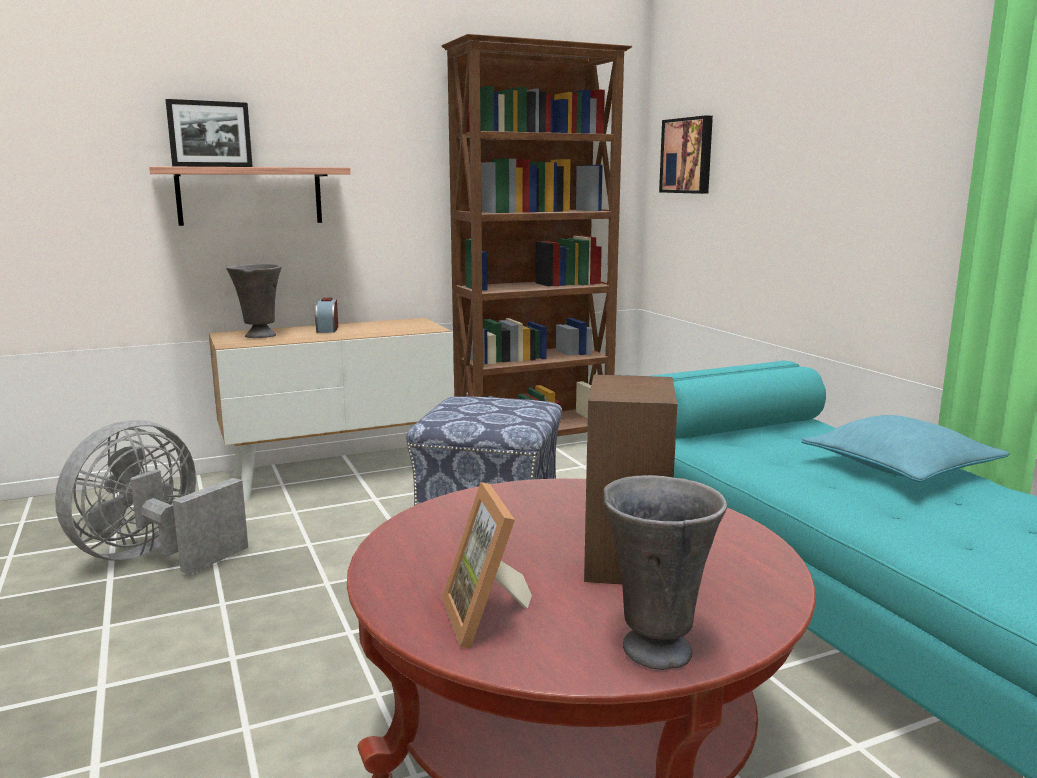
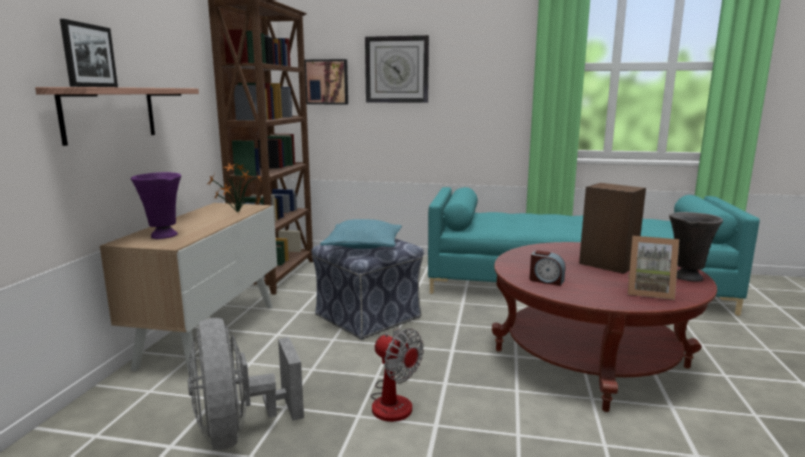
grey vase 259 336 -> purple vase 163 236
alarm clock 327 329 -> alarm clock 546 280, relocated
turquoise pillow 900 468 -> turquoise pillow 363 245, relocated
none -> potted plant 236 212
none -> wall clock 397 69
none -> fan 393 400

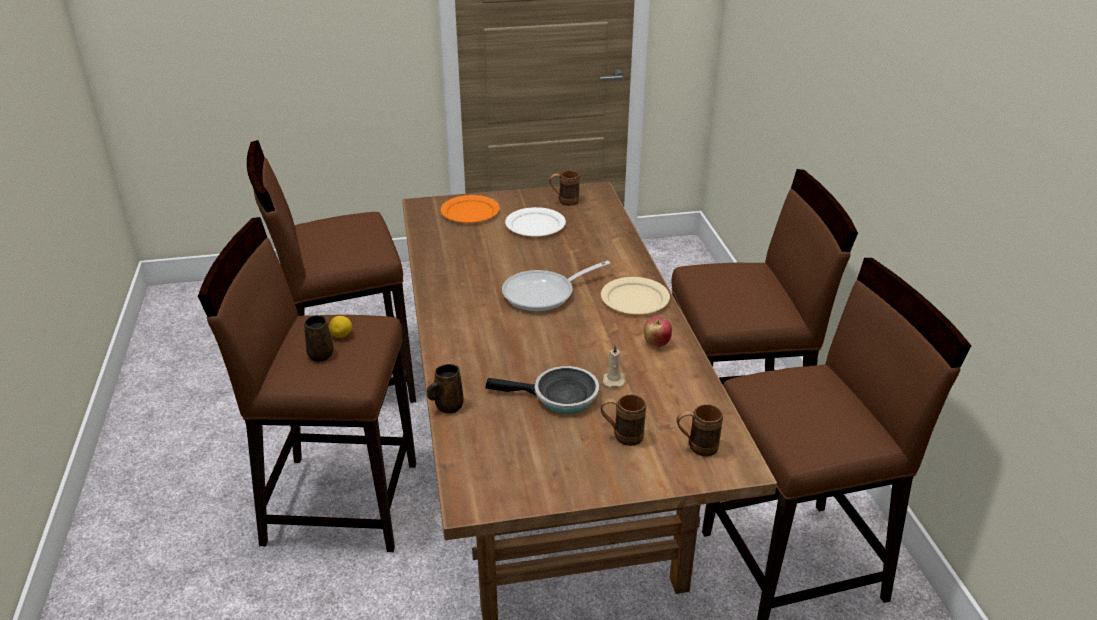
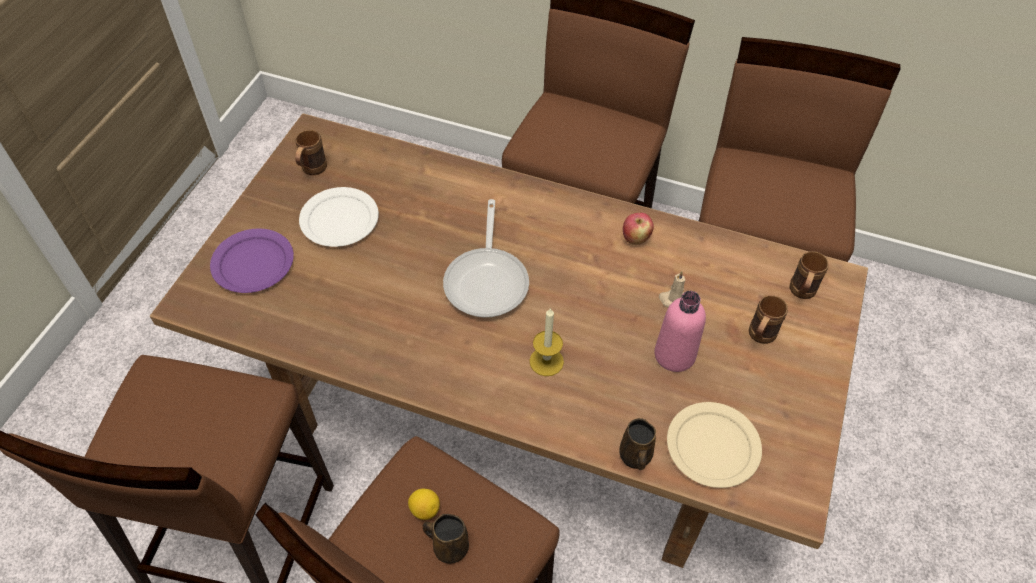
orange plate 469 212 -> purple plate 252 263
frying pan 559 397 -> pink bottle 674 355
beige plate 634 298 -> beige plate 712 446, relocated
none -> candle 546 361

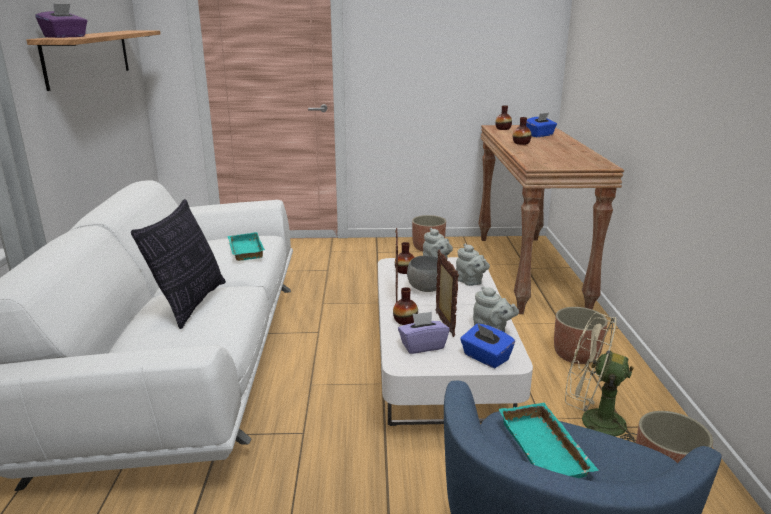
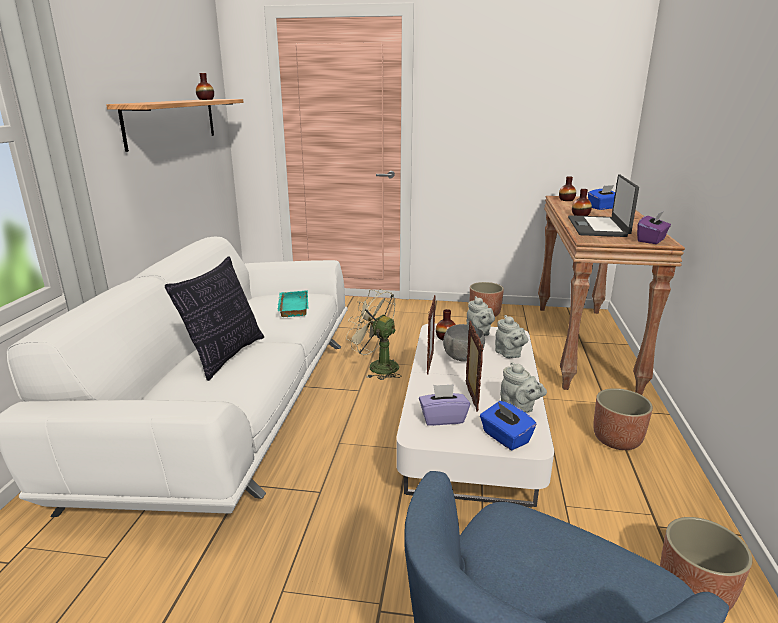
purple tissue box 65 37 -> purple tissue box 651 240, relocated
vase 405 321 -> vase 205 99, relocated
turquoise tray 547 449 -> none
beige fan 592 422 -> beige fan 377 366, relocated
none -> laptop 598 227

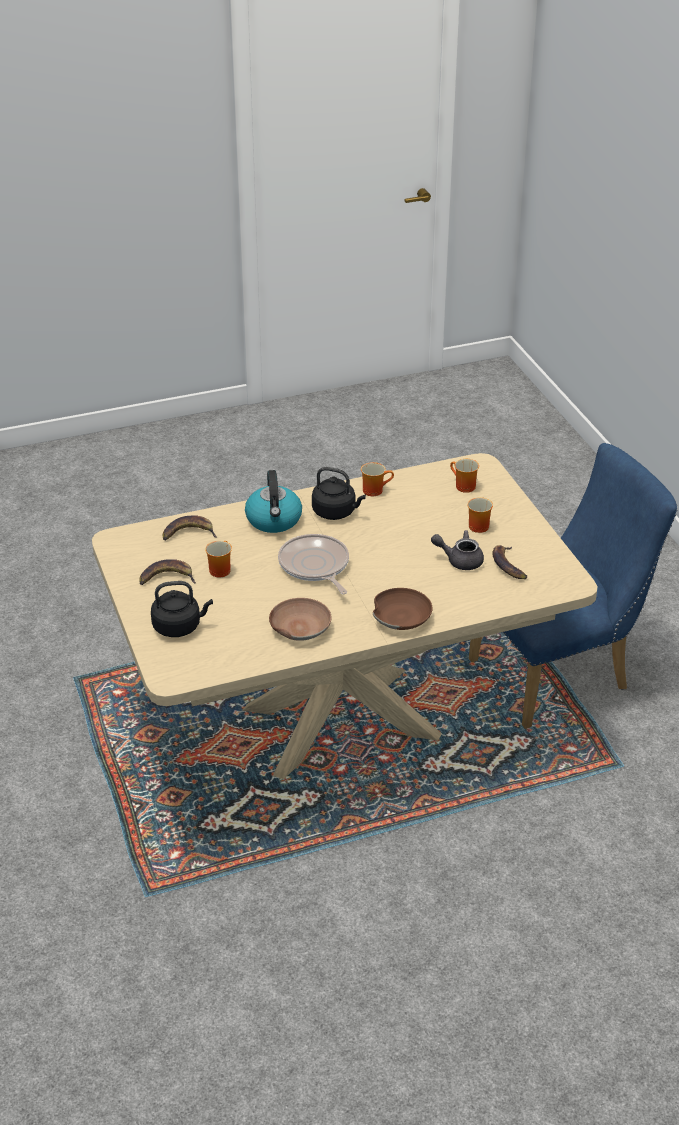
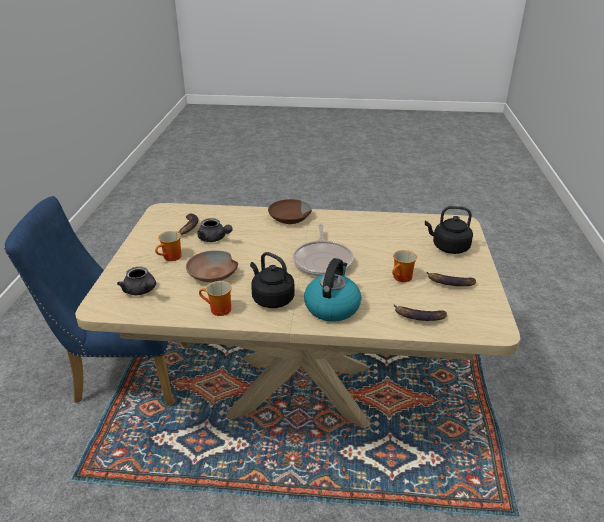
brown bowl 299 627 -> brown bowl 213 274, relocated
mug 462 486 -> grey teapot 141 291

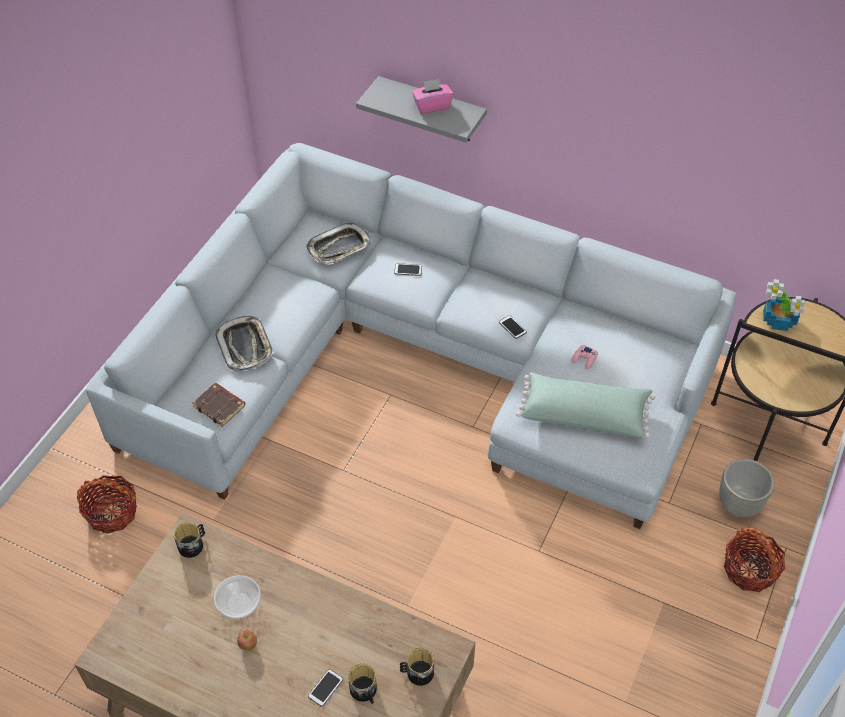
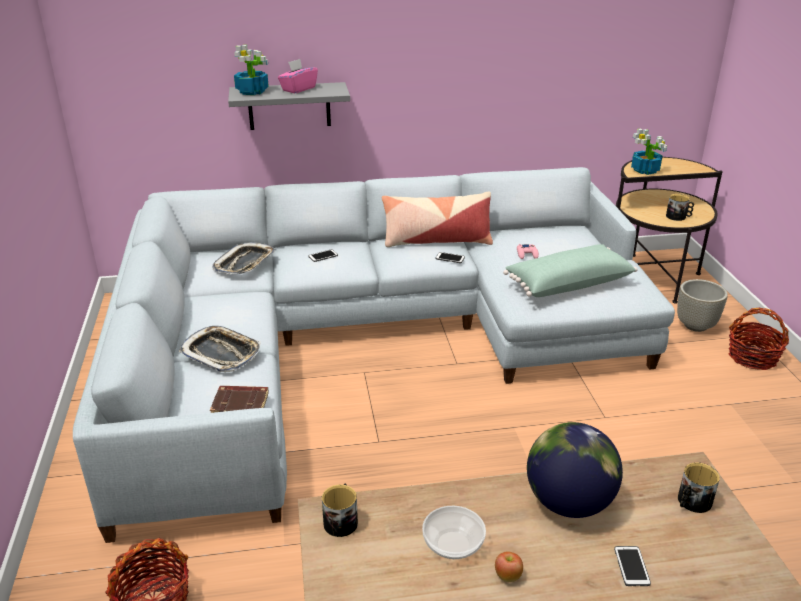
mug 365 691 -> mug 678 217, relocated
none -> potted plant 253 91
none -> pillow 436 240
none -> globe 568 502

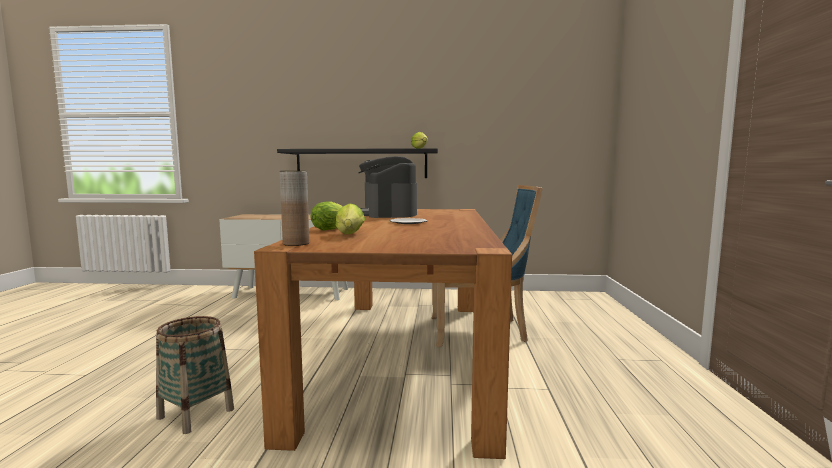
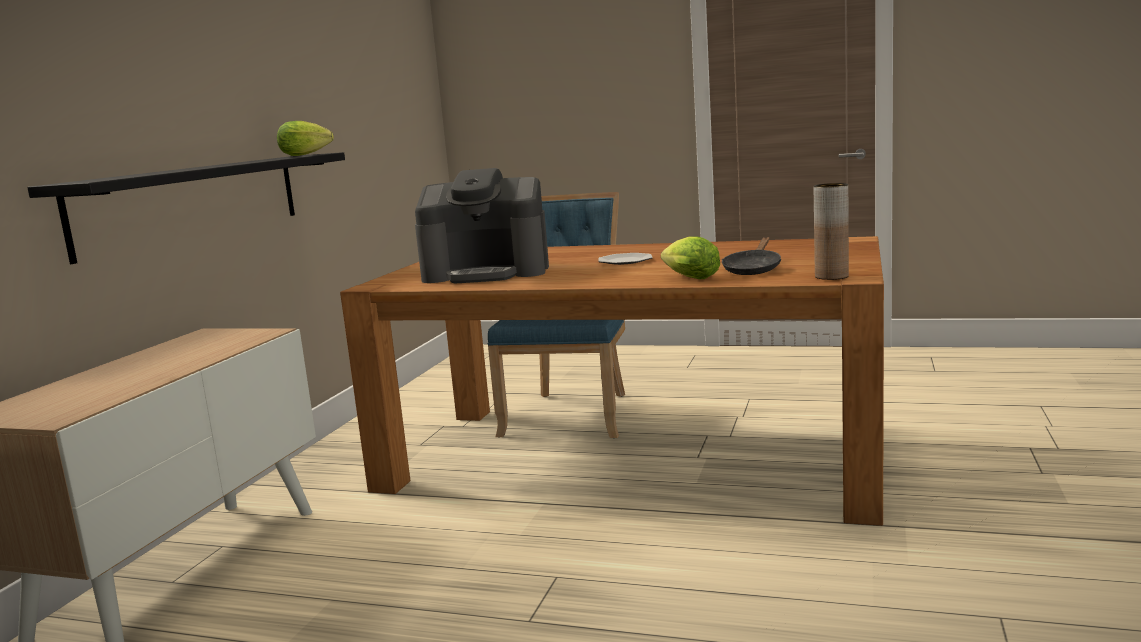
basket 195 414 -> none
lettuce 350 235 -> black frying pan 753 269

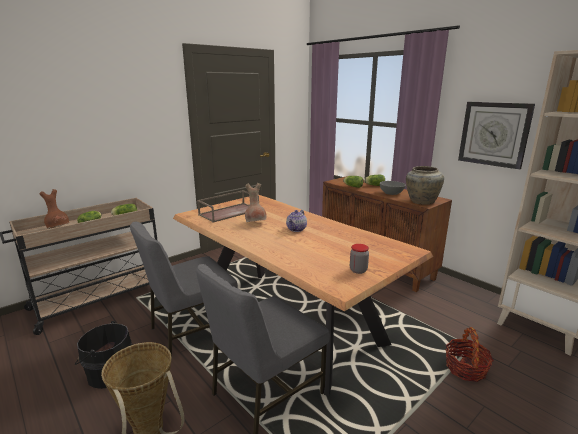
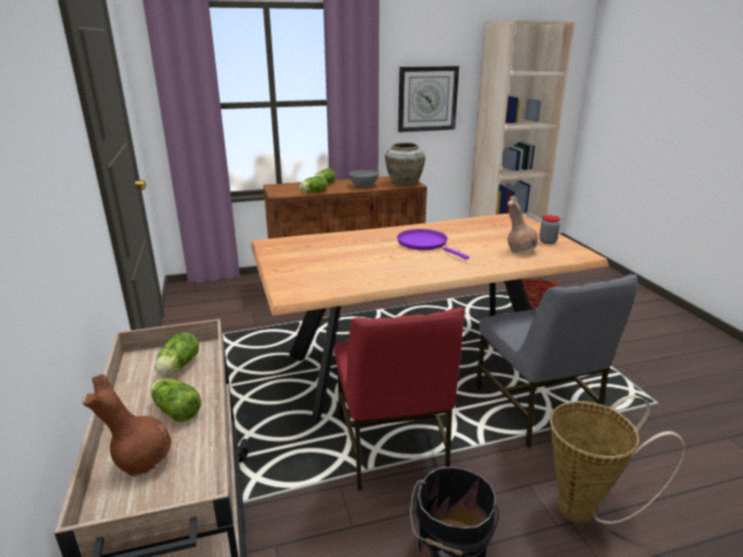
grey chair 191 331 -> red chair 392 447
brown tray 229 212 -> none
brown vase 256 223 -> brown vase 520 250, relocated
teapot 297 229 -> purple frying pan 425 244

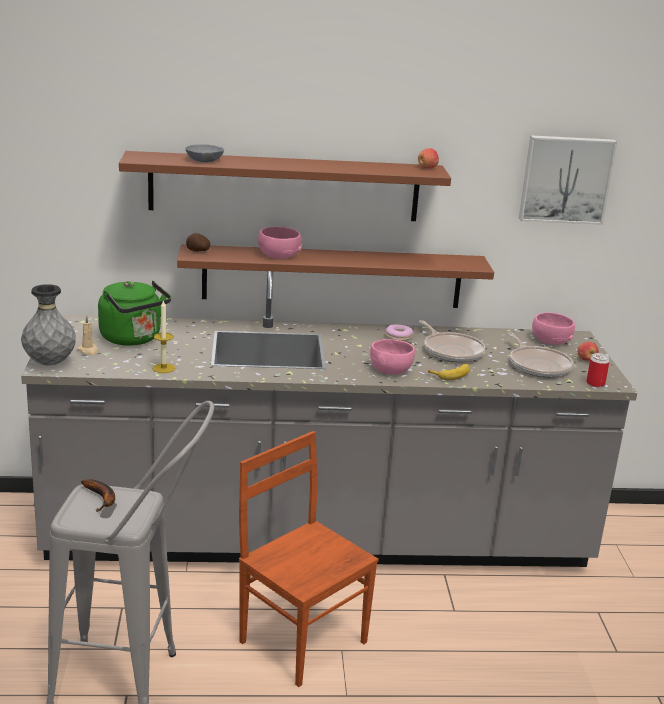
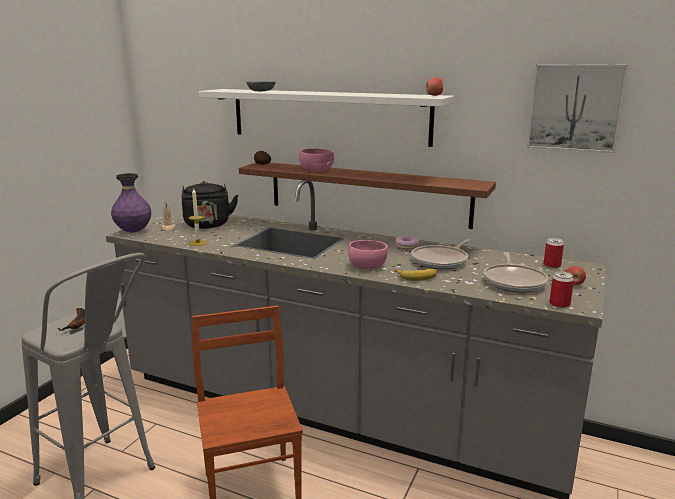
grey vase 49 363 -> purple vase 133 231
green kettle 133 339 -> black kettle 208 225
brown shelf 284 186 -> white shelf 328 116
frying pan 451 351 -> frying pan 441 261, 45 degrees clockwise
pink bowl 550 340 -> can 552 266

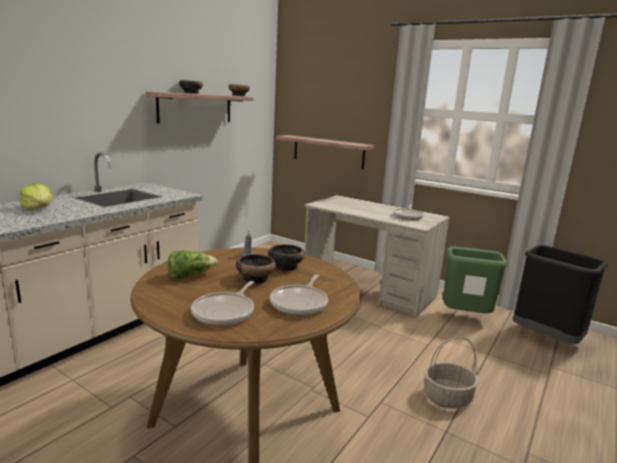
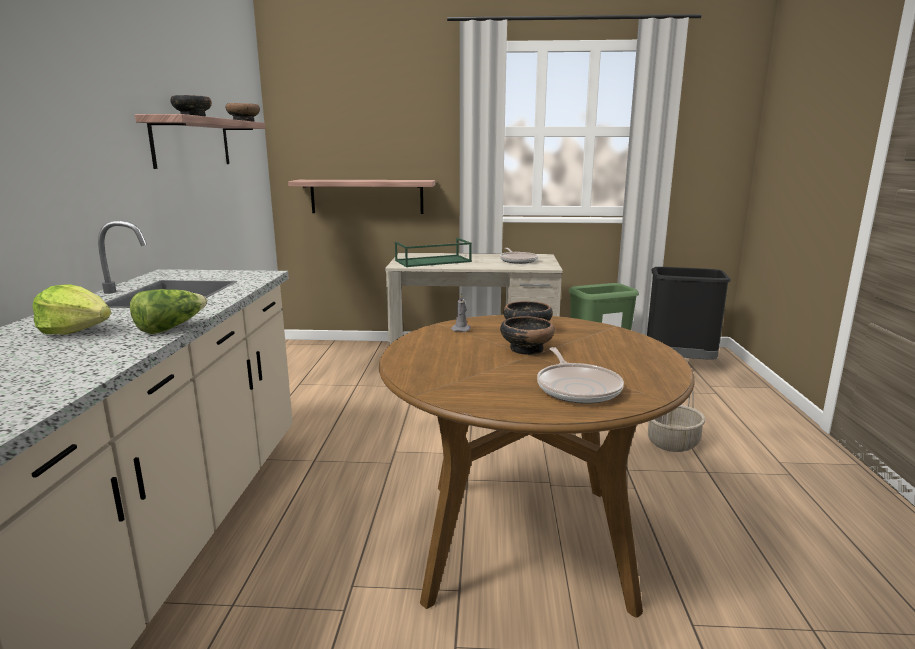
lettuce 190 276 -> lettuce 171 328, relocated
frying pan 300 303 -> none
none -> green tray 432 261

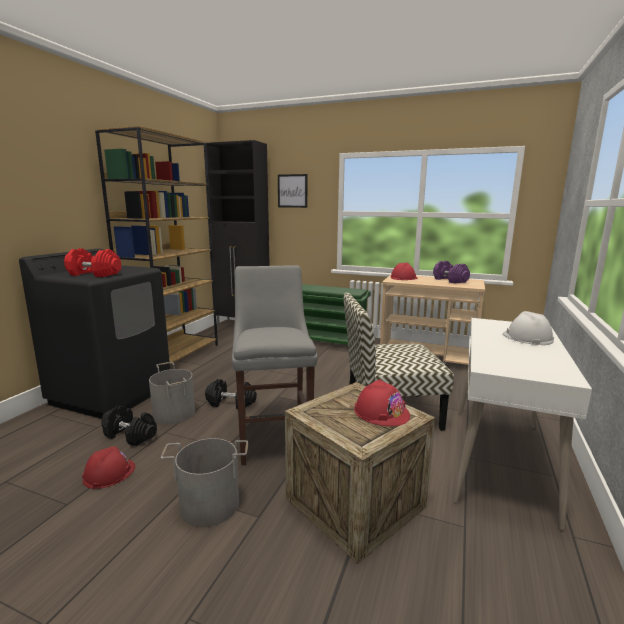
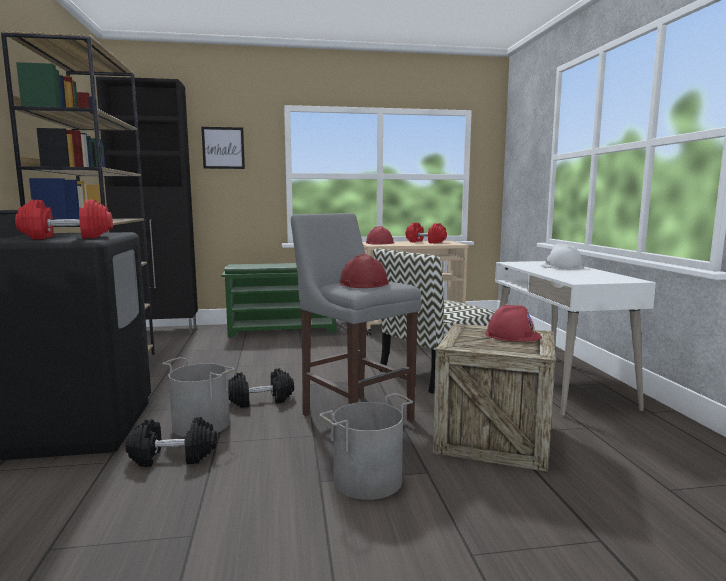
red hard hat 109 473 -> red hard hat 363 283, relocated
purple dumbbell 449 280 -> red dumbbell 425 242

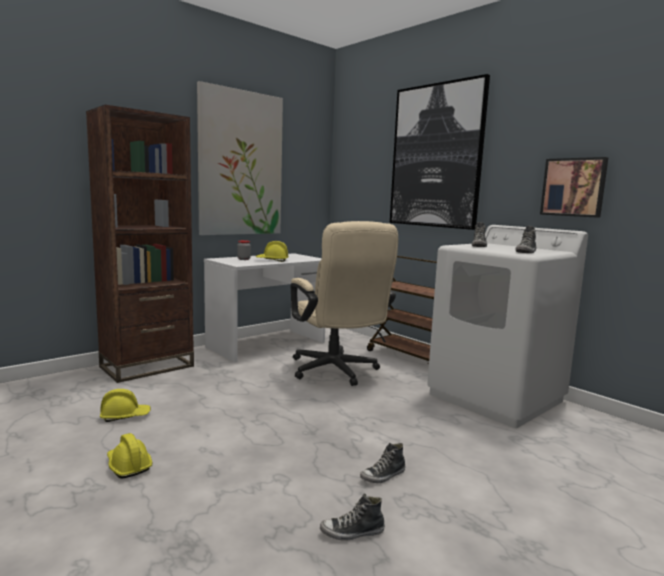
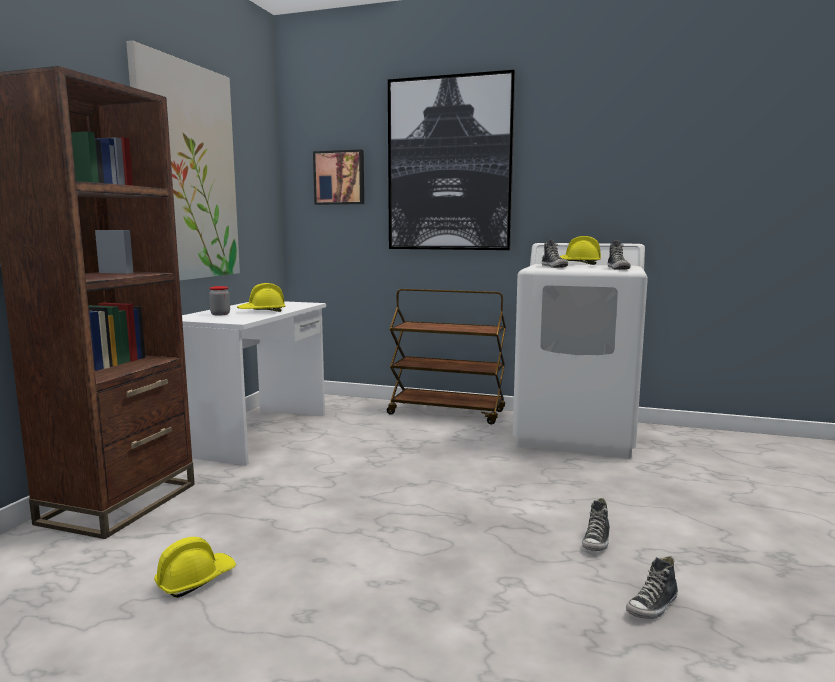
yellow hard hat 128 465 -> yellow hard hat 577 264, relocated
beige office chair 337 372 -> none
picture 574 187 -> picture 340 178, relocated

